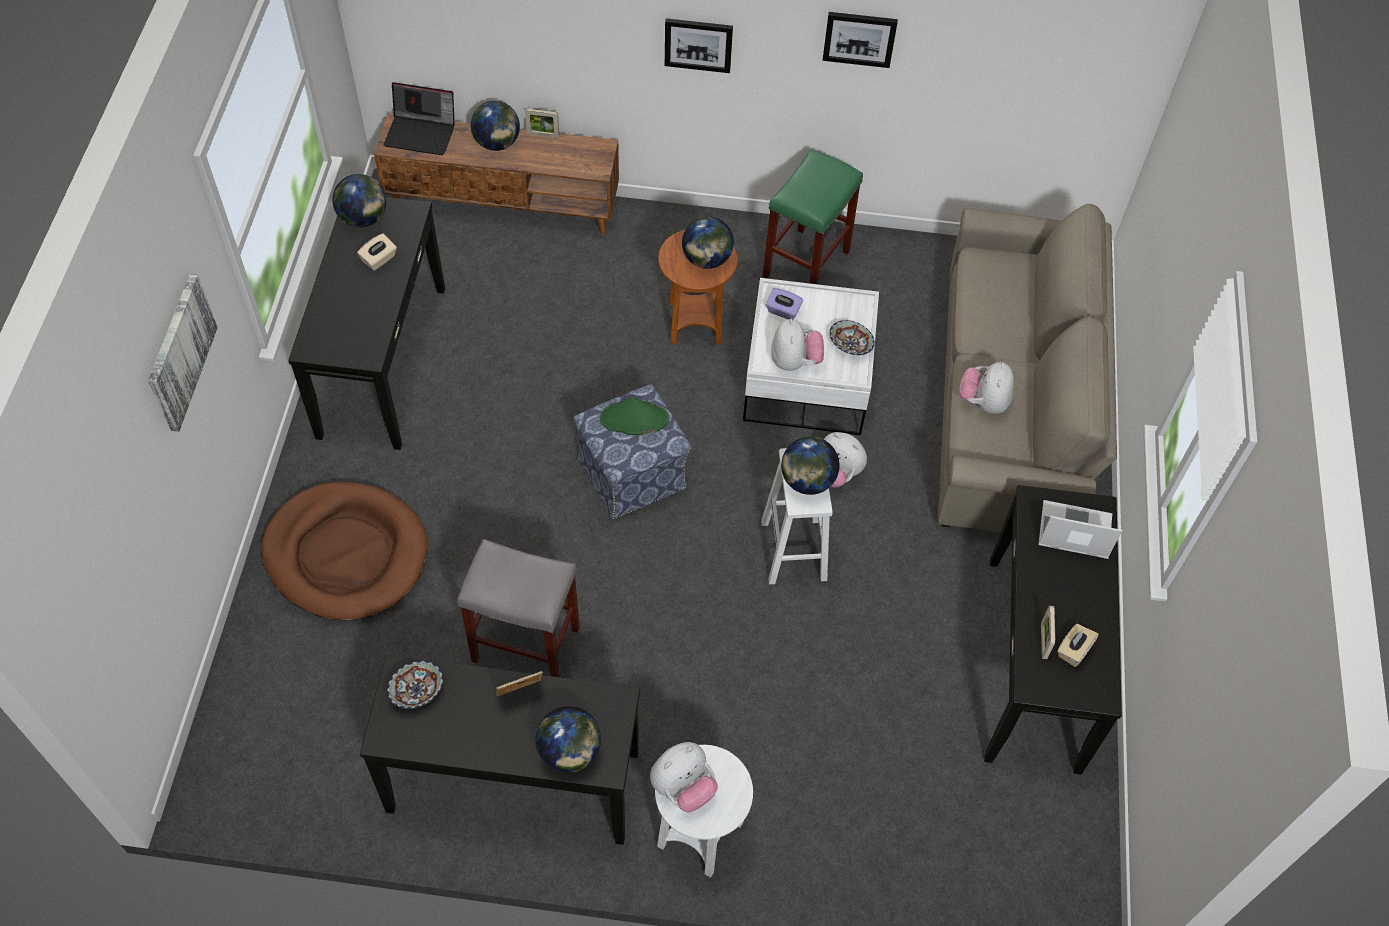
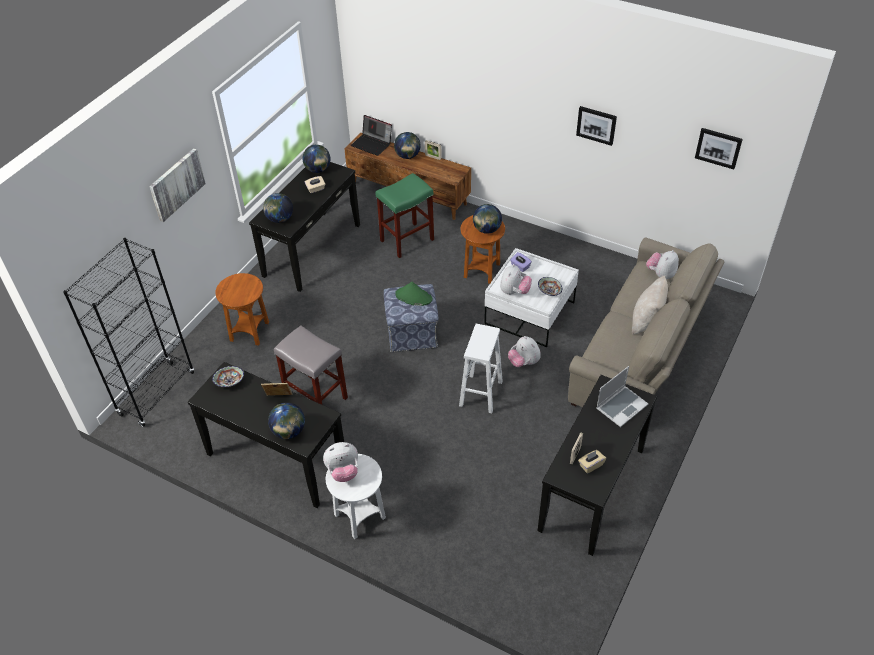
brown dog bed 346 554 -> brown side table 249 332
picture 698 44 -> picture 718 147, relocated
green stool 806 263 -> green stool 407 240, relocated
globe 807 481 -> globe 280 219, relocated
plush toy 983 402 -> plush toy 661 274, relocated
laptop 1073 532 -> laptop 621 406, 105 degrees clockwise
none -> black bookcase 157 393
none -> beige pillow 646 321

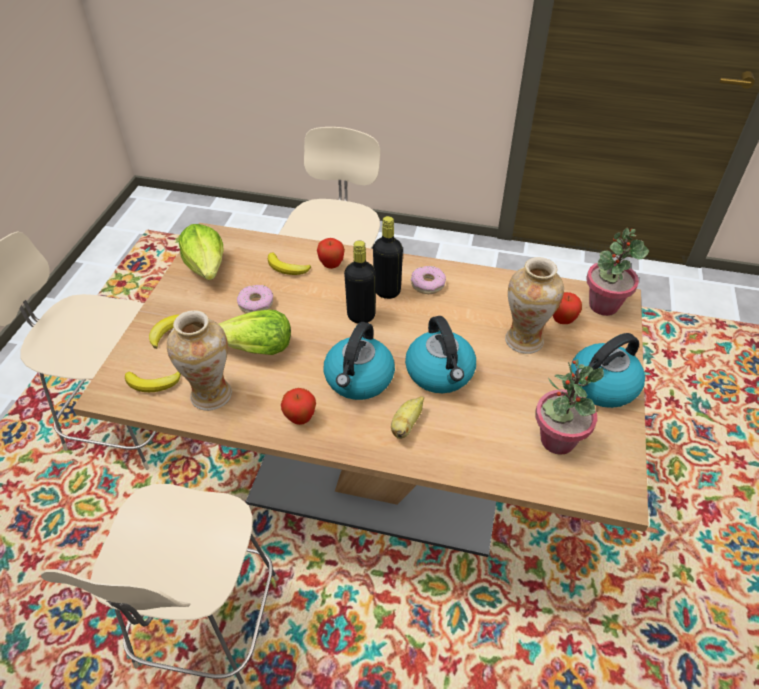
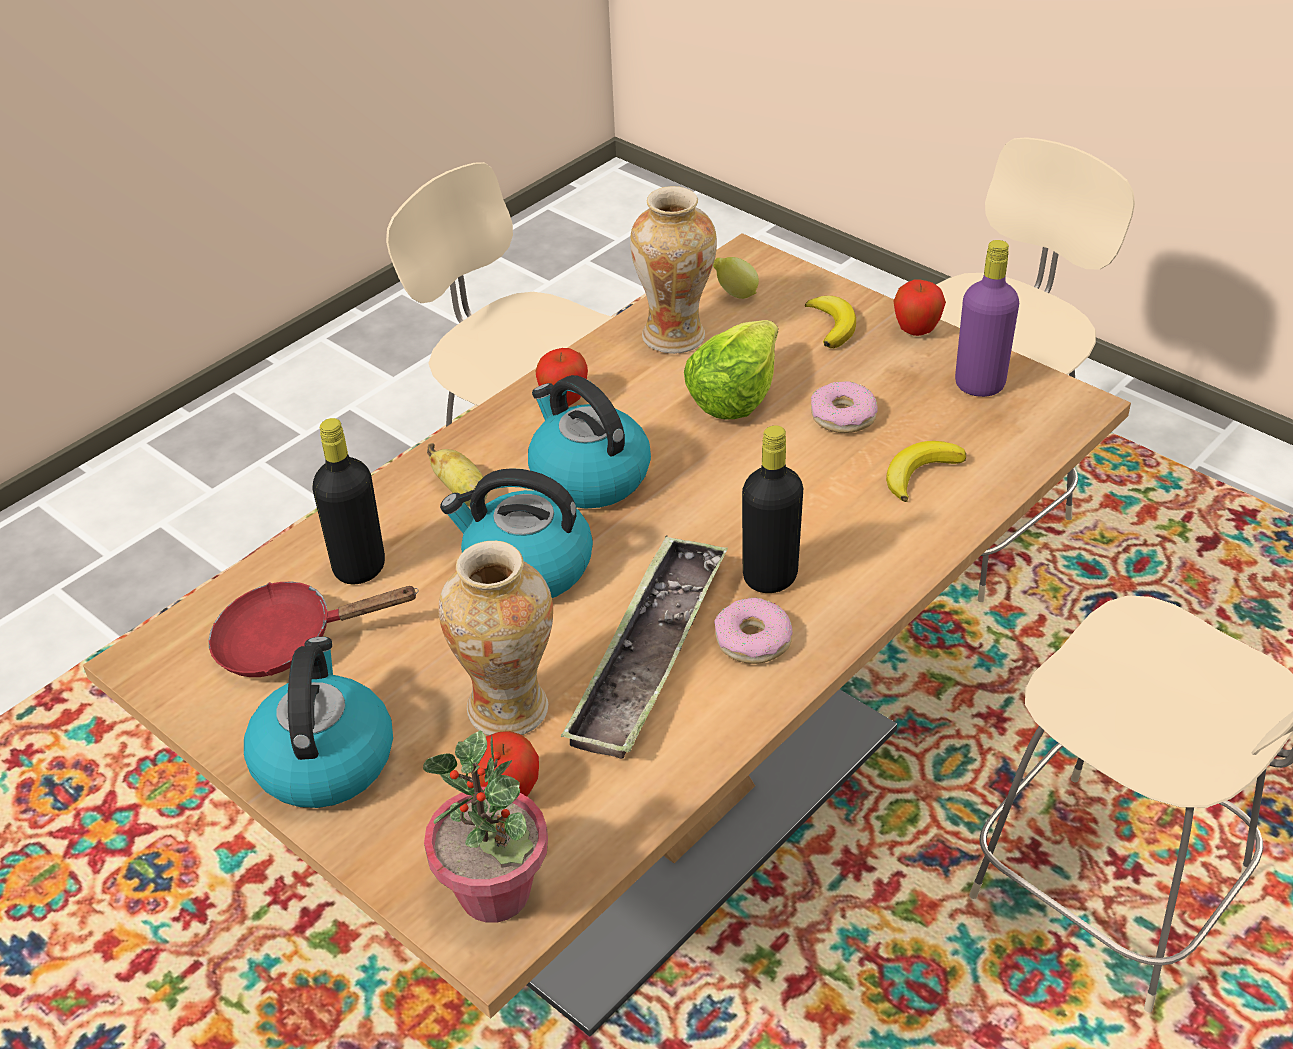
banana 153 383 -> lemon 735 294
lettuce 207 267 -> purple bottle 979 385
apple 331 265 -> apple 916 331, relocated
black bottle 361 316 -> black bottle 359 568, relocated
potted plant 557 440 -> red frying pan 289 641
none -> tray 649 654

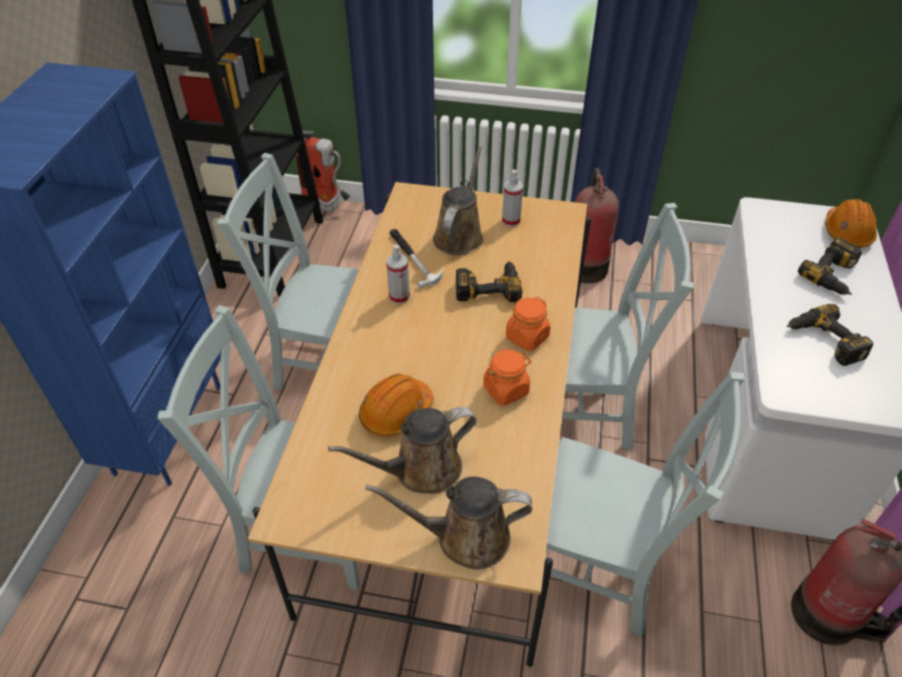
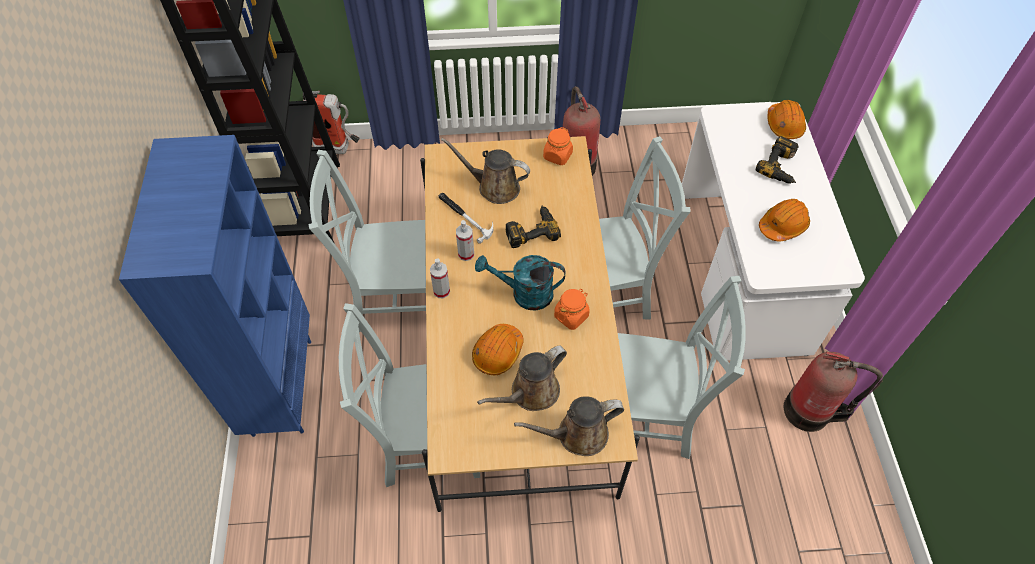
brown watering can 459 235 -> brown watering can 494 187, 75 degrees counterclockwise
spray bottle 511 221 -> spray bottle 441 291, relocated
orange jar 527 337 -> orange jar 557 156, relocated
power drill 823 341 -> orange hard hat 783 225
none -> turquoise watering can 524 294

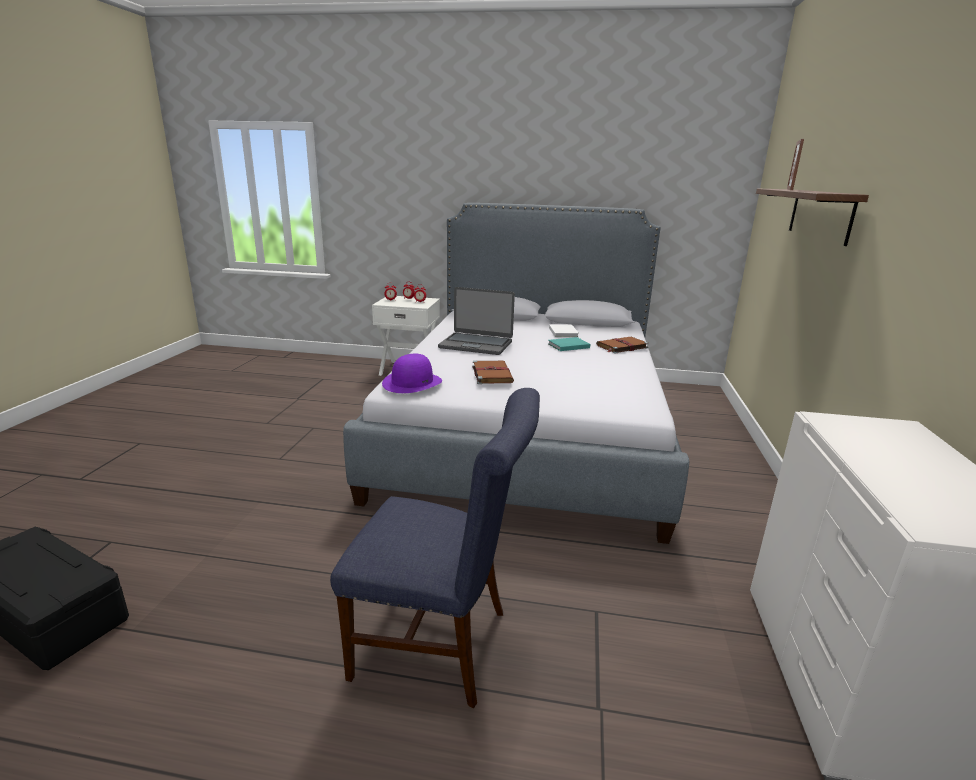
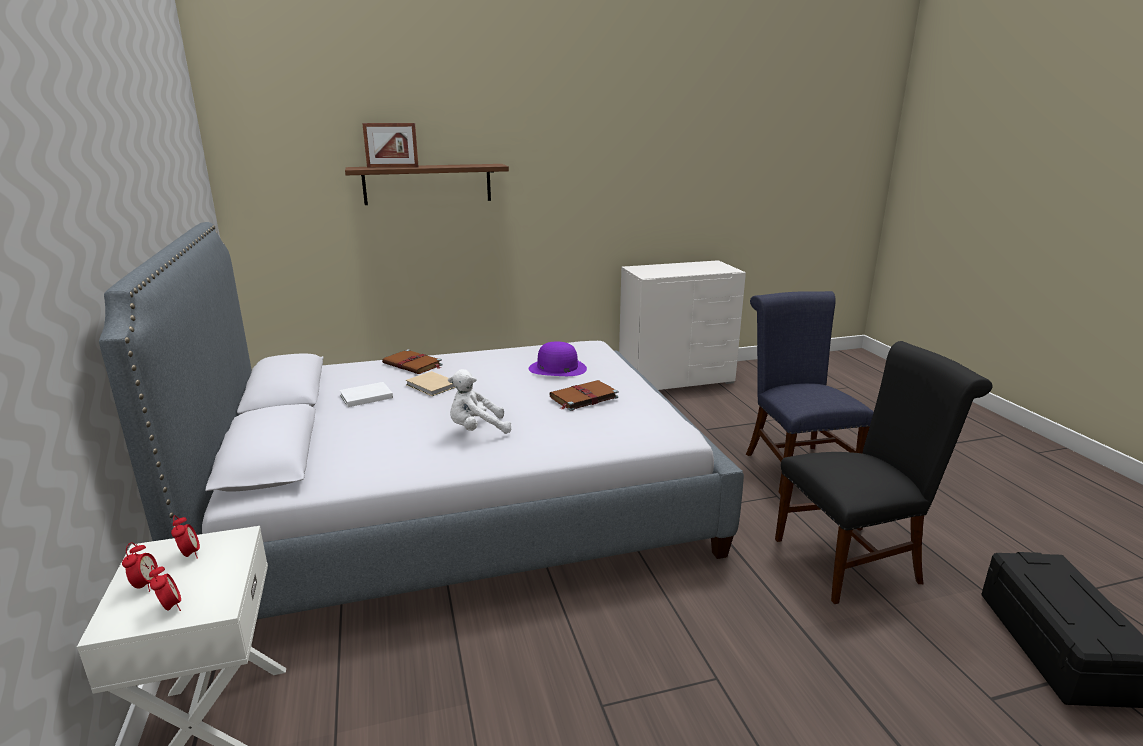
purple hat 412 382 -> purple hat 557 368, relocated
laptop 476 344 -> white plush toy 477 430
turquoise book 567 346 -> beige book 432 386
none -> black chair 854 559

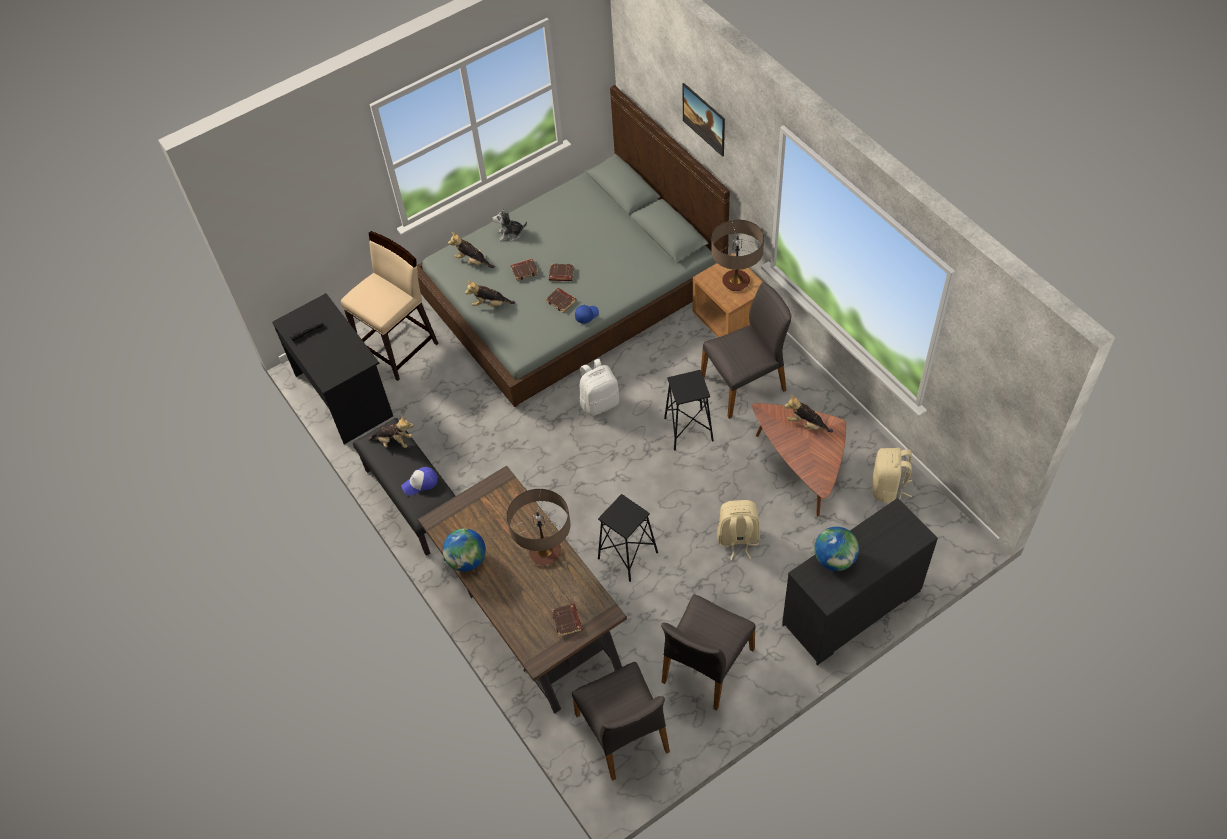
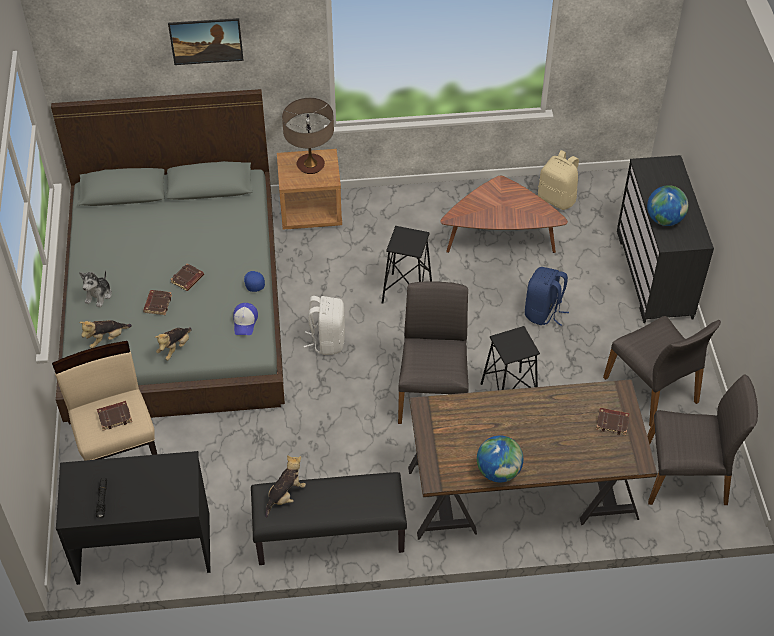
cap 420 483 -> cap 245 322, relocated
table lamp 545 552 -> none
brown book 561 301 -> brown book 115 416, relocated
grey chair 744 383 -> grey chair 433 393, relocated
beige backpack 738 539 -> blue backpack 543 312
plush toy 806 424 -> none

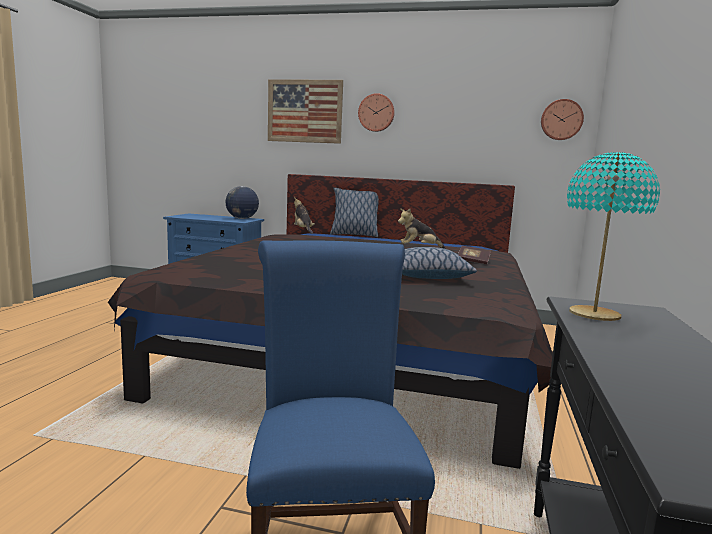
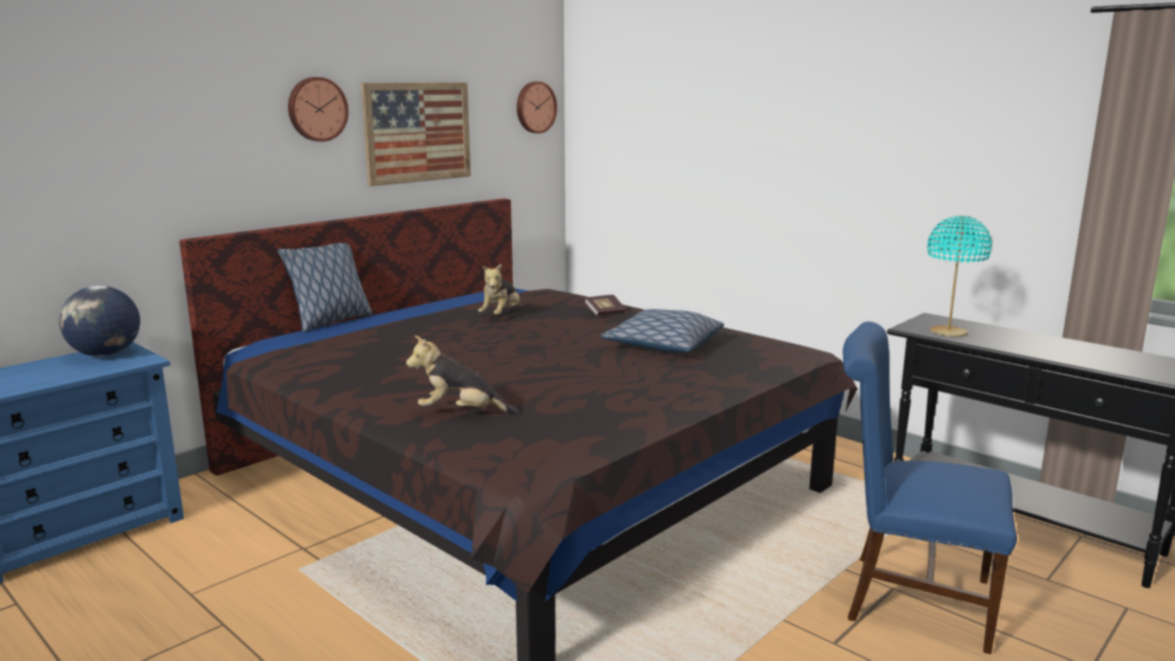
picture 304 111 -> picture 418 132, relocated
plush toy 303 230 -> plush toy 461 413, relocated

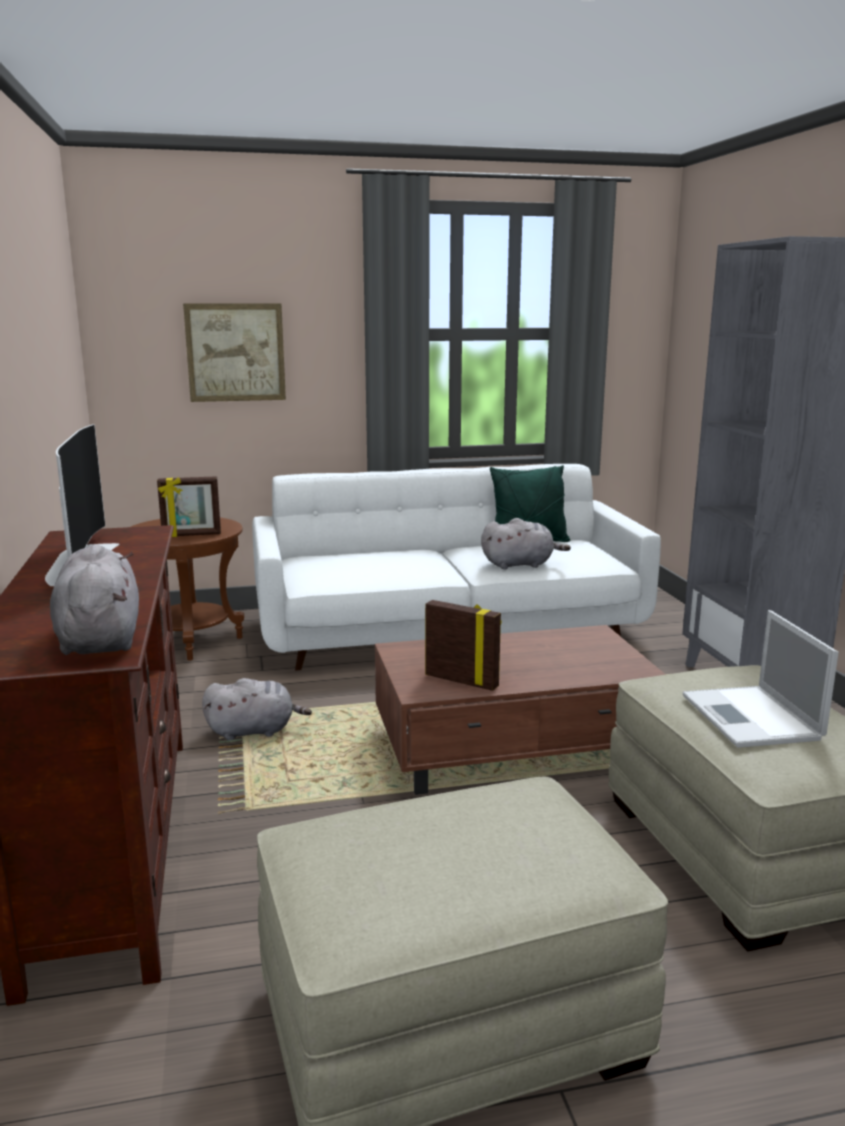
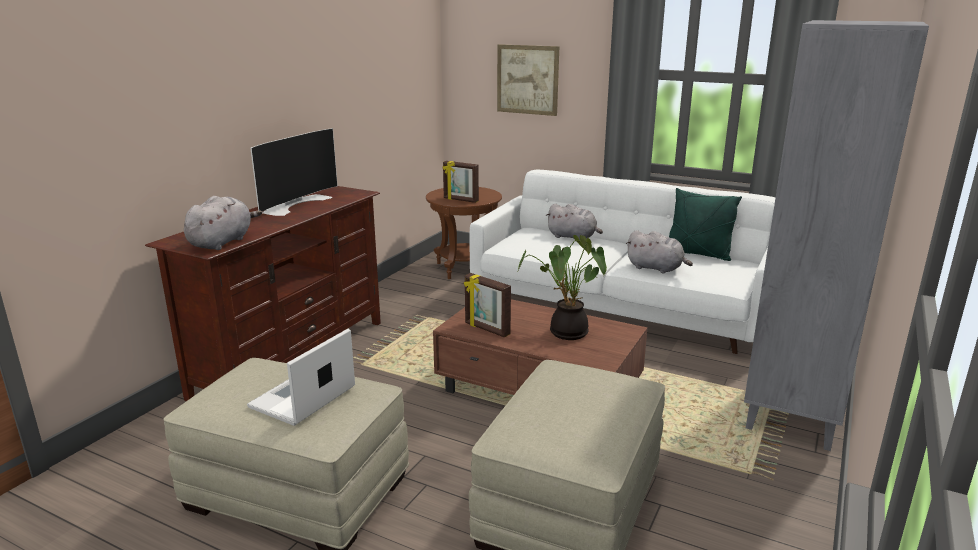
grey plush toy 254 731 -> grey plush toy 573 237, relocated
picture frame 462 680 -> picture frame 486 329, 150 degrees clockwise
laptop 752 718 -> laptop 301 398, relocated
none -> potted plant 565 333

